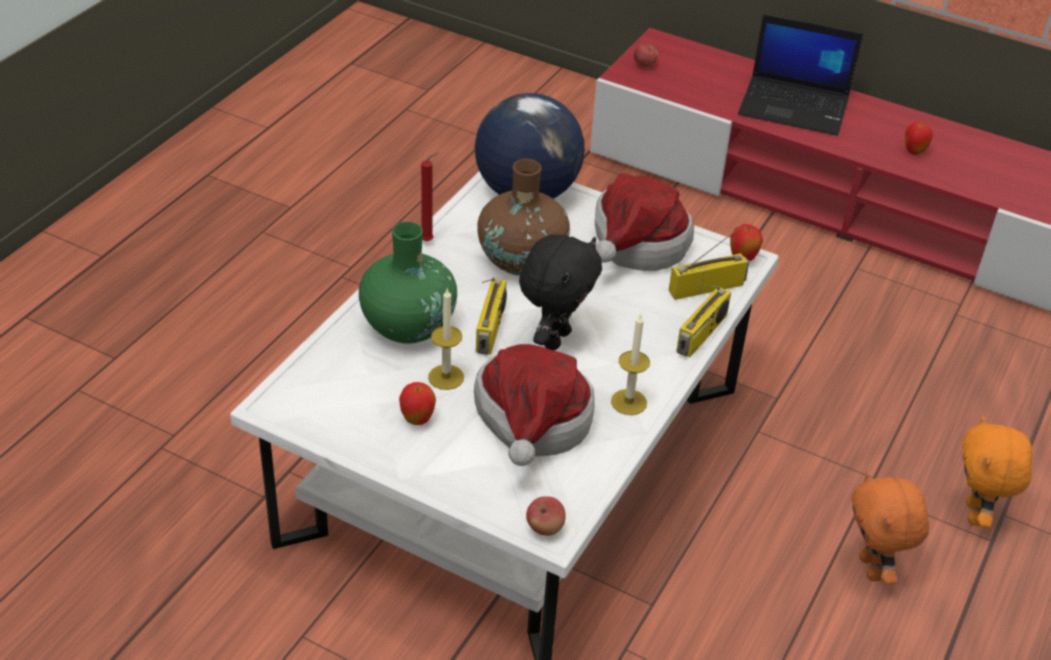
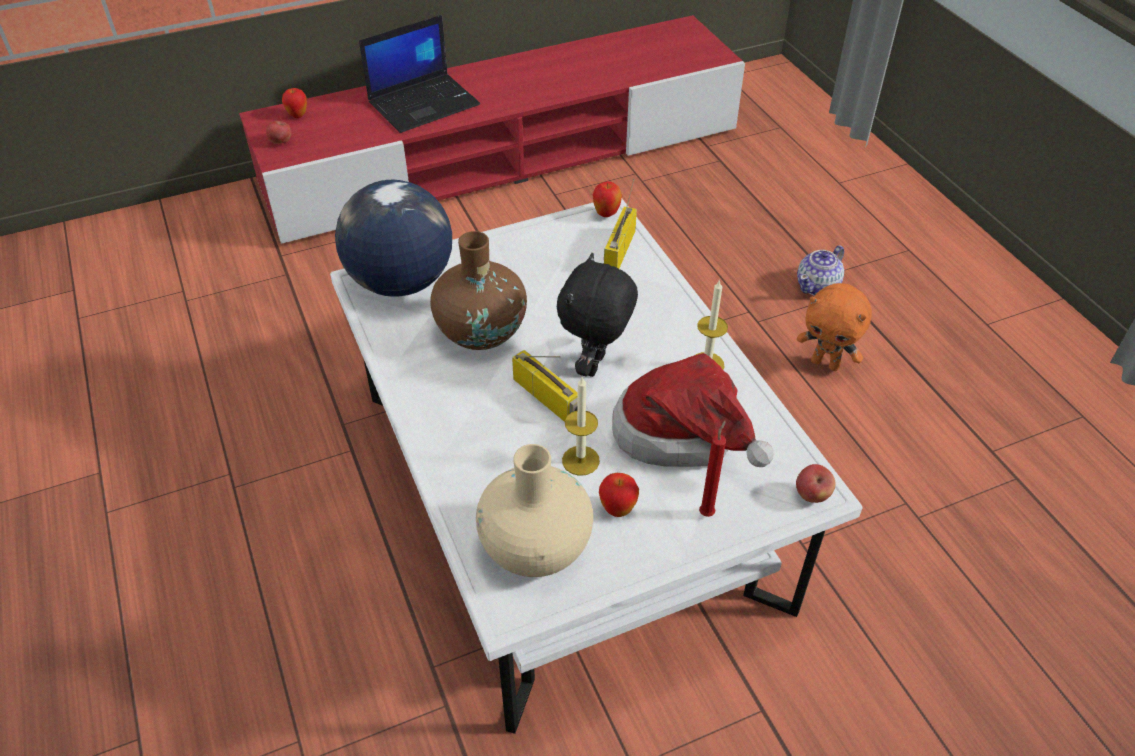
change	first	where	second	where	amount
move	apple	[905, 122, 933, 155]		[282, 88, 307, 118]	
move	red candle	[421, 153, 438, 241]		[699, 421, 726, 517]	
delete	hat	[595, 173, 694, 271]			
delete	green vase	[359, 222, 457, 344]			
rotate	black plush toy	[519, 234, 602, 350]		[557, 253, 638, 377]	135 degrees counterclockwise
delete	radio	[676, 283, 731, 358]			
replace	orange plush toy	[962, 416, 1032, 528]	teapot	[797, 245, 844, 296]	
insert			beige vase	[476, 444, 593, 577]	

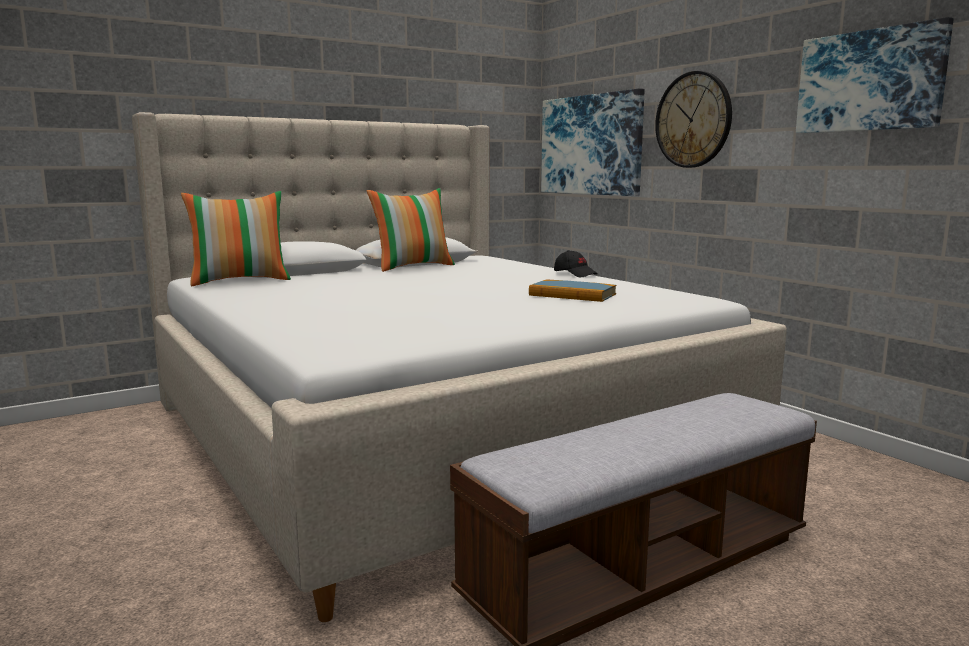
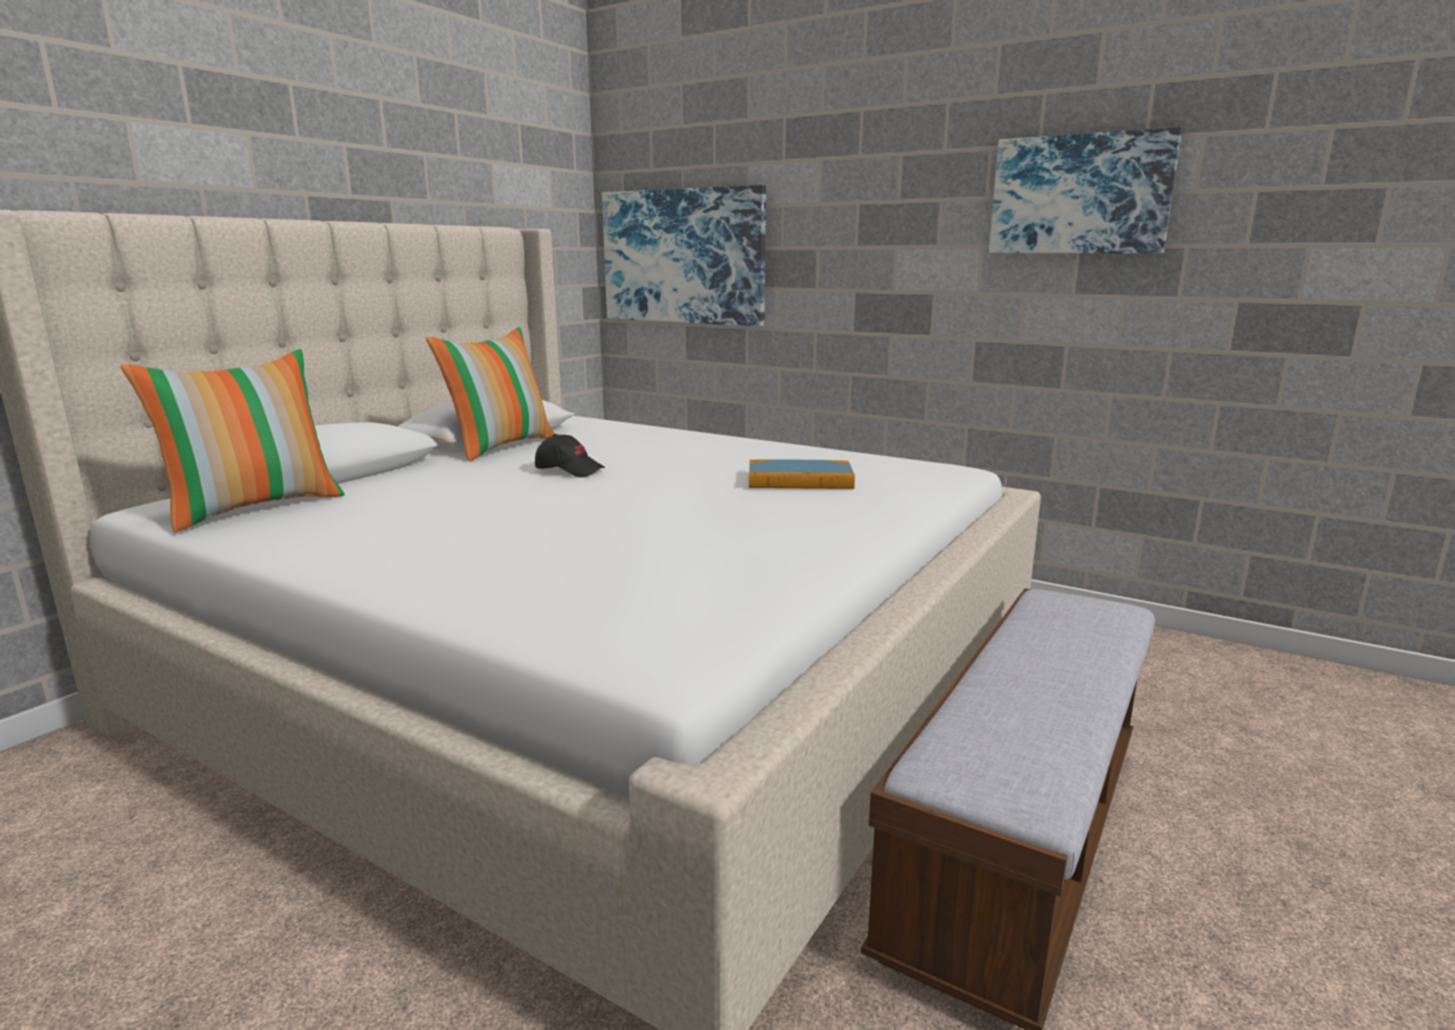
change	first	where	second	where	amount
delete	wall clock	[655, 71, 732, 168]			
move	black cap	[554, 250, 598, 277]		[535, 434, 605, 477]	

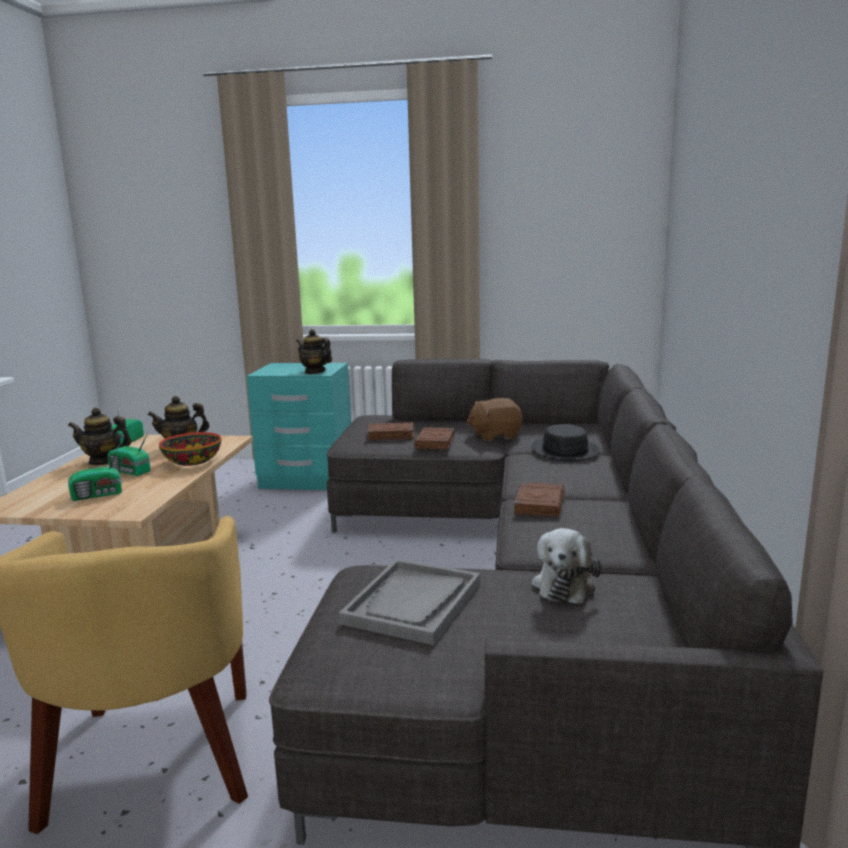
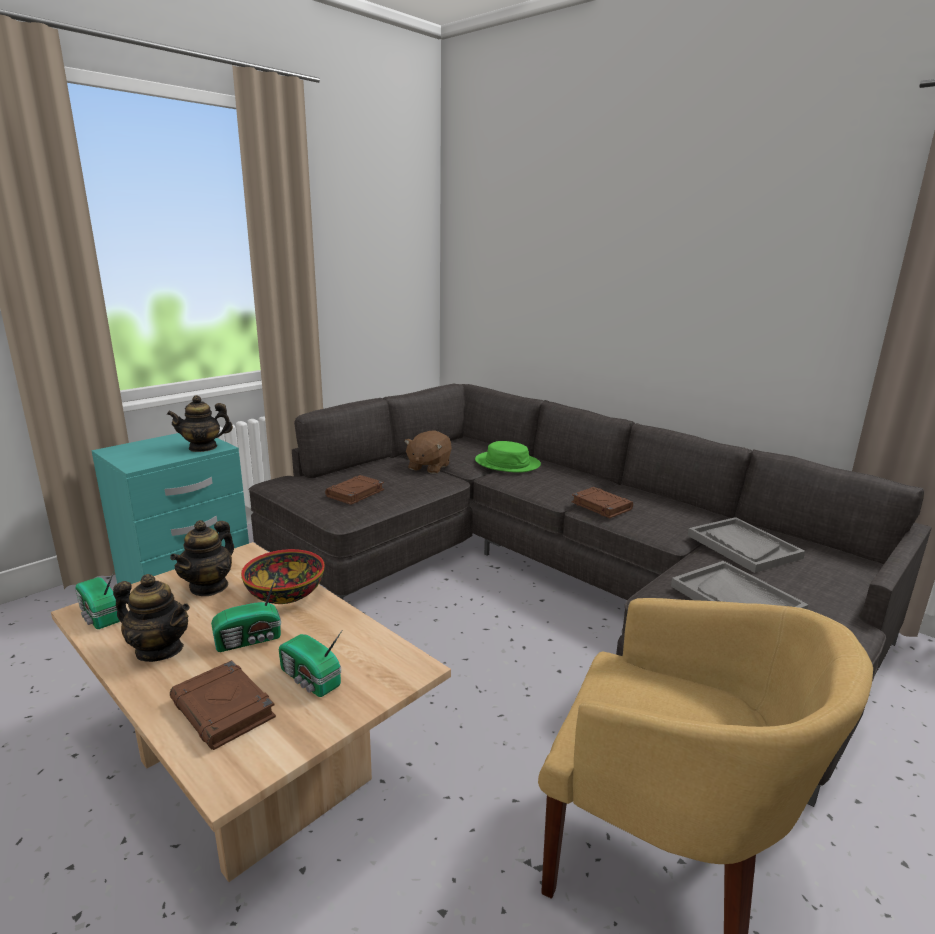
change	first	where	second	where	amount
rotate	teapot	[68, 408, 132, 465]		[113, 574, 190, 662]	105 degrees counterclockwise
recolor	black hat	[532, 424, 600, 461]	green hat	[475, 441, 541, 473]	
move	brown book	[414, 427, 455, 449]		[170, 660, 276, 750]	
rotate	radio	[68, 444, 122, 501]		[279, 631, 342, 697]	120 degrees clockwise
replace	plush toy	[532, 528, 601, 604]	grey tray	[688, 517, 805, 573]	

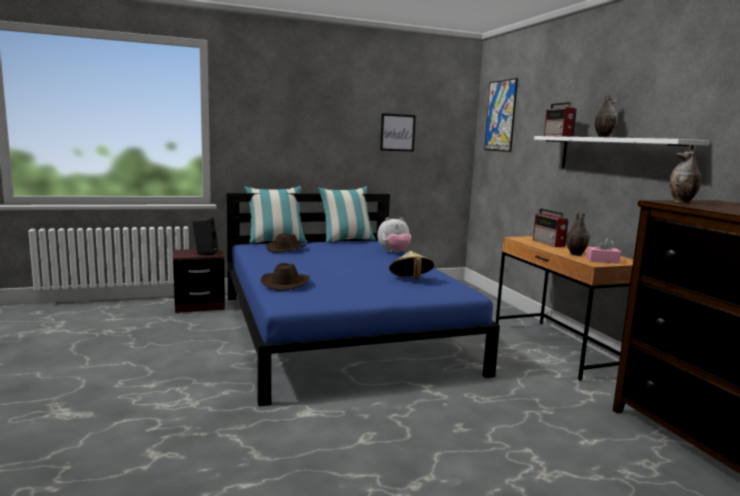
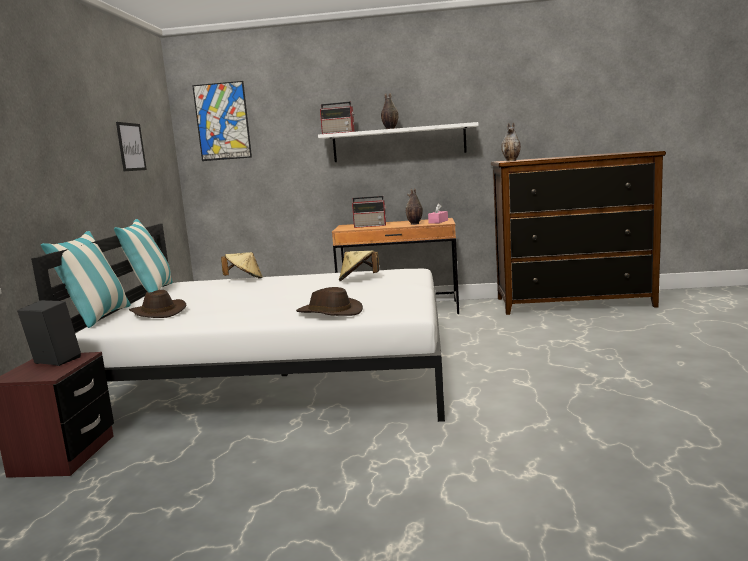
change	first	where	second	where	amount
recolor	blue bed	[226, 193, 500, 406]	white bed	[31, 223, 445, 422]	
replace	plush toy	[377, 217, 411, 252]	beige hat	[221, 252, 263, 279]	

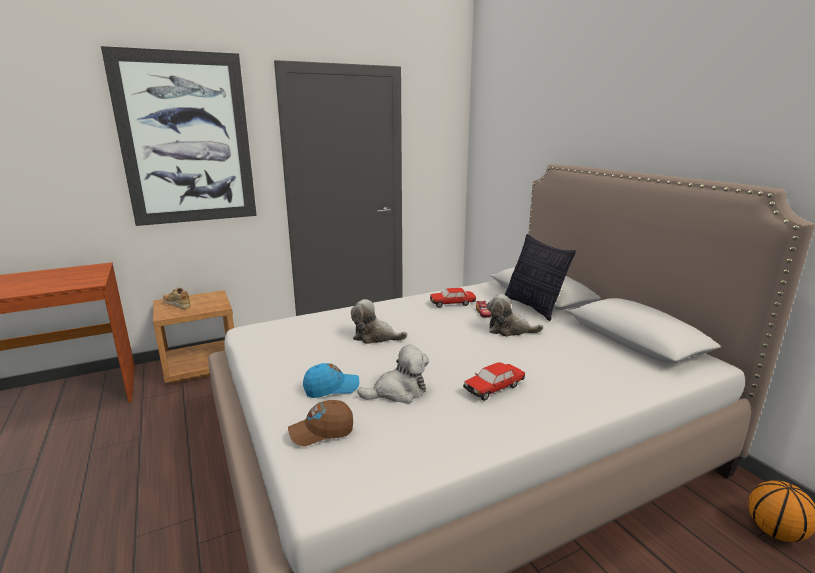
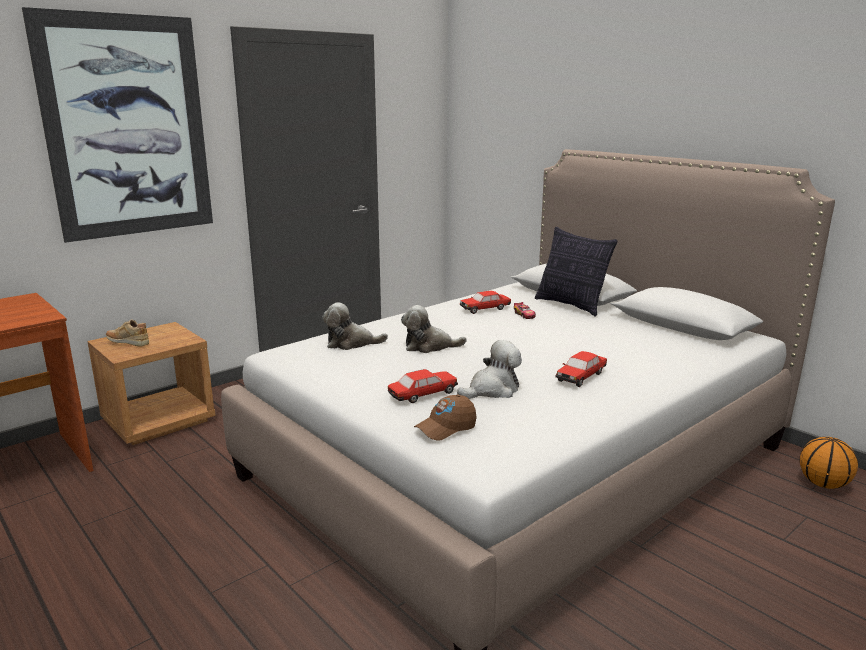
change	first	where	second	where	amount
move	plush toy	[487, 294, 543, 337]		[322, 302, 388, 350]	
replace	blue cap	[303, 363, 359, 398]	toy car	[388, 369, 458, 403]	

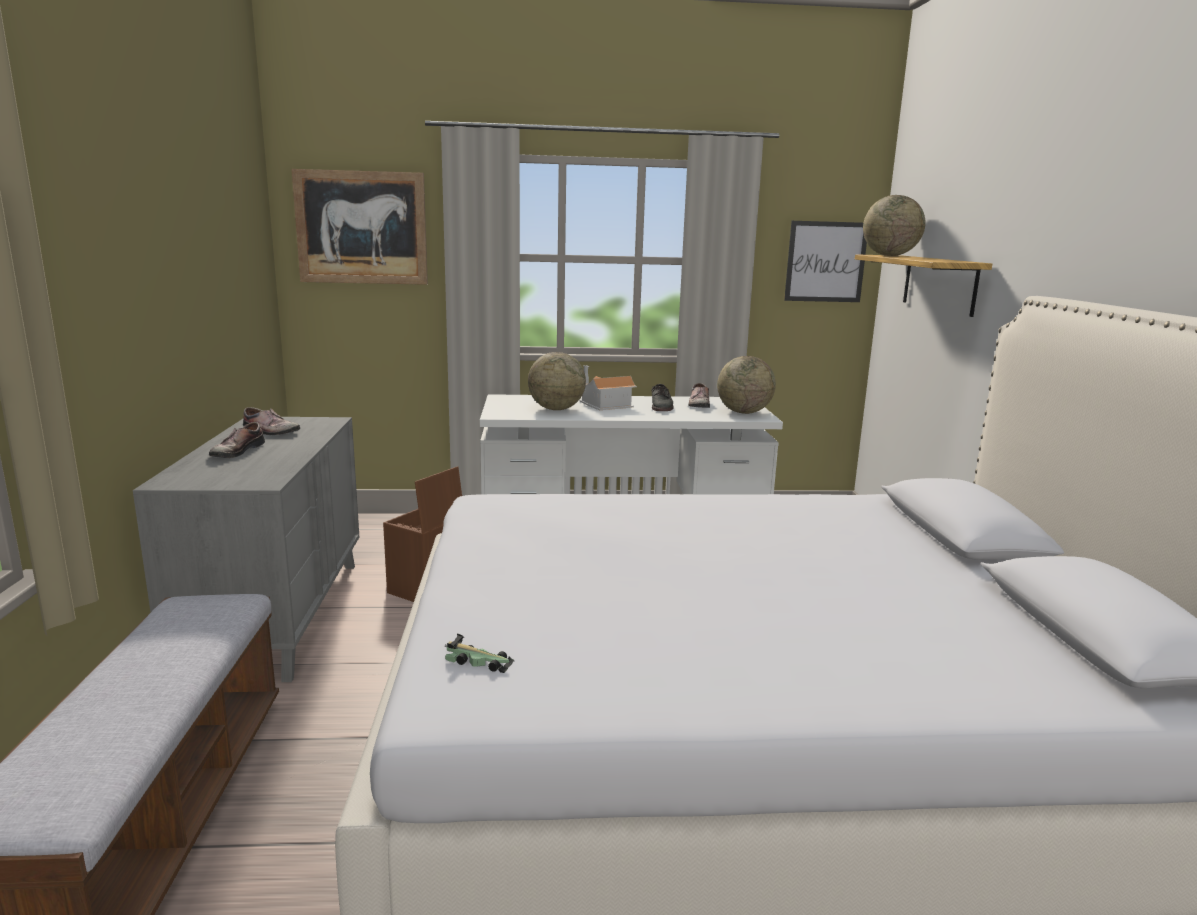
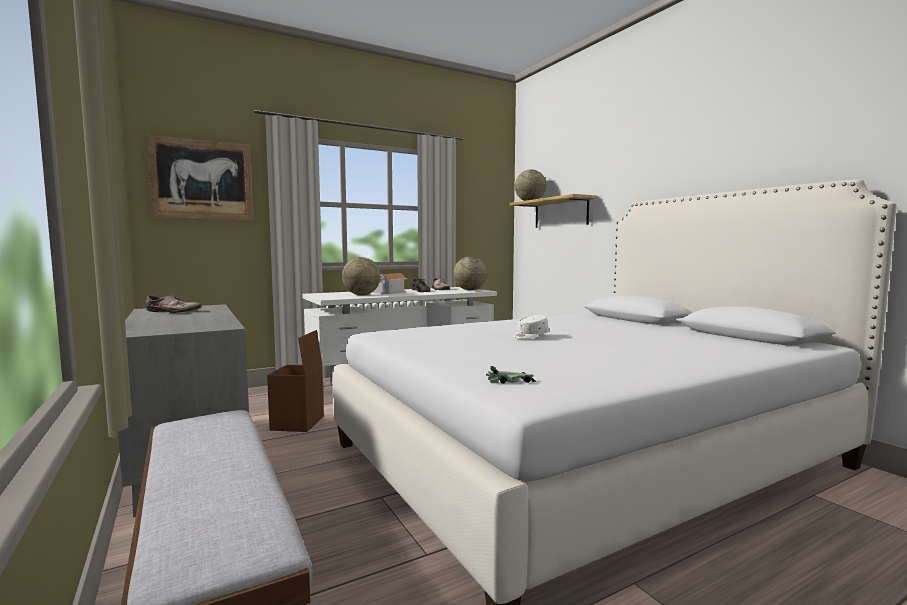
change	first	where	second	where	amount
delete	picture	[784, 221, 867, 302]			
delete	shoe	[209, 422, 265, 458]			
insert			white cap	[514, 315, 549, 339]	

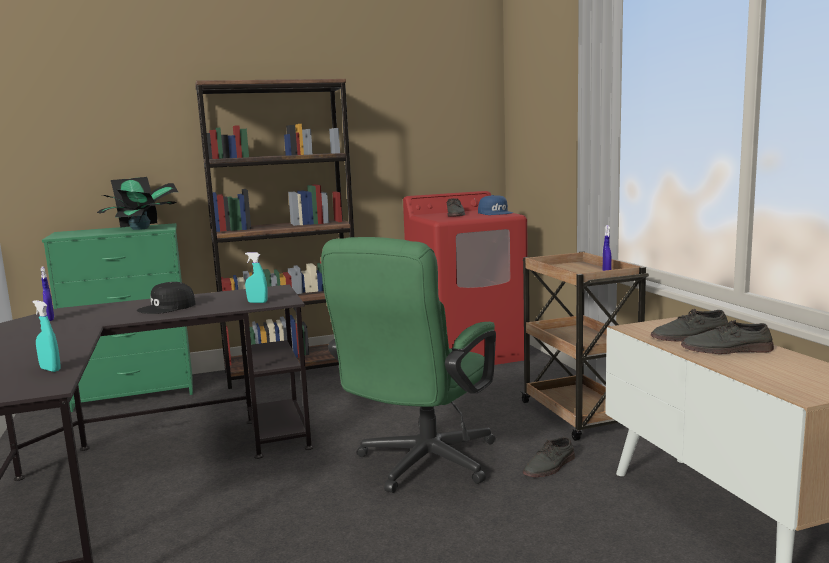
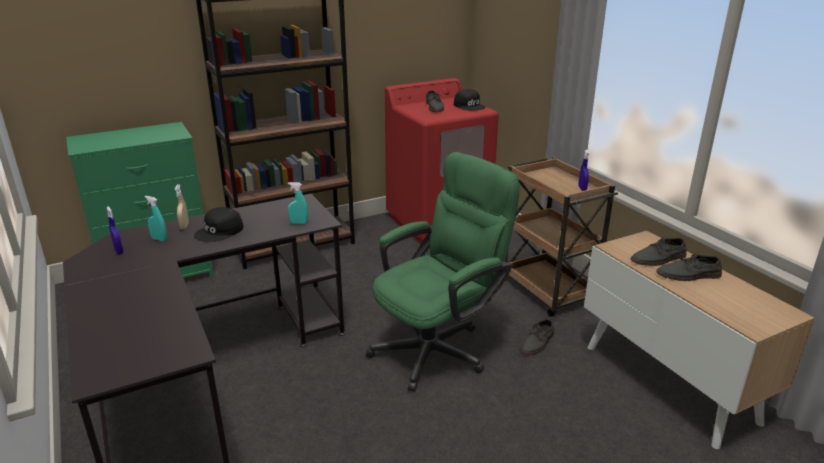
change	first	where	second	where	amount
delete	potted plant	[97, 177, 178, 230]			
recolor	blue cap	[478, 195, 513, 215]	black cap	[454, 89, 486, 111]	
rotate	green office chair	[321, 237, 496, 493]		[366, 152, 520, 391]	150 degrees counterclockwise
move	turquoise spray bottle	[33, 300, 60, 372]		[145, 196, 167, 241]	
insert			beige spray bottle	[175, 184, 189, 229]	

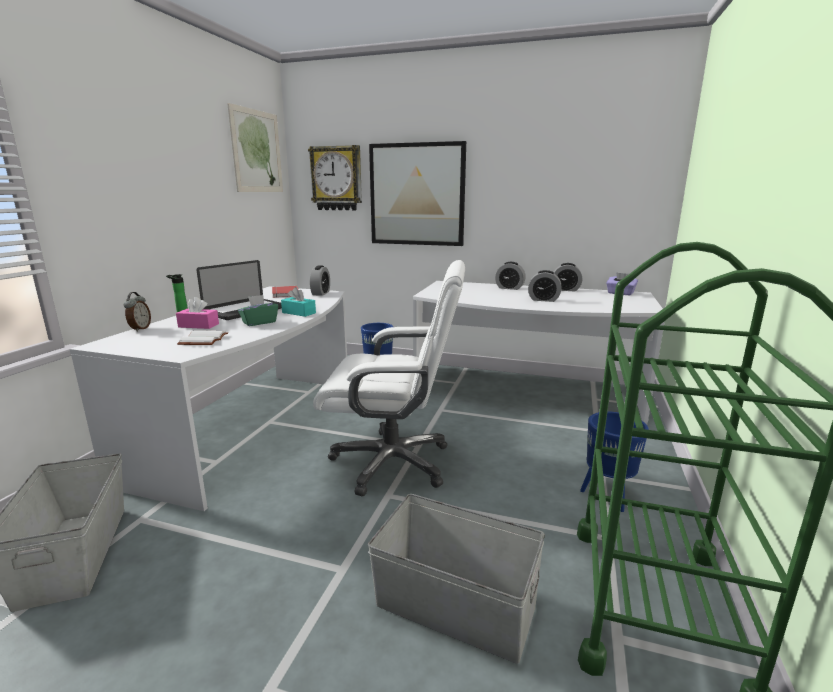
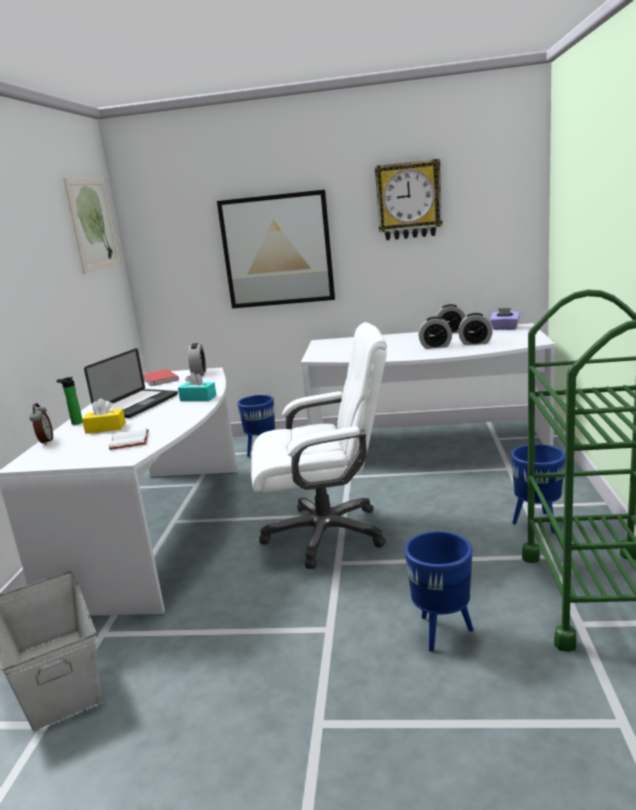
change	first	where	second	where	amount
move	wall clock	[308, 145, 362, 210]		[375, 159, 443, 240]	
move	alarm clock	[495, 262, 526, 290]		[458, 313, 493, 345]	
delete	green tissue box	[238, 295, 278, 326]			
recolor	pink tissue box	[176, 297, 219, 329]	yellow tissue box	[82, 398, 126, 434]	
replace	grey storage box	[368, 494, 545, 663]	blue planter	[404, 531, 473, 652]	

